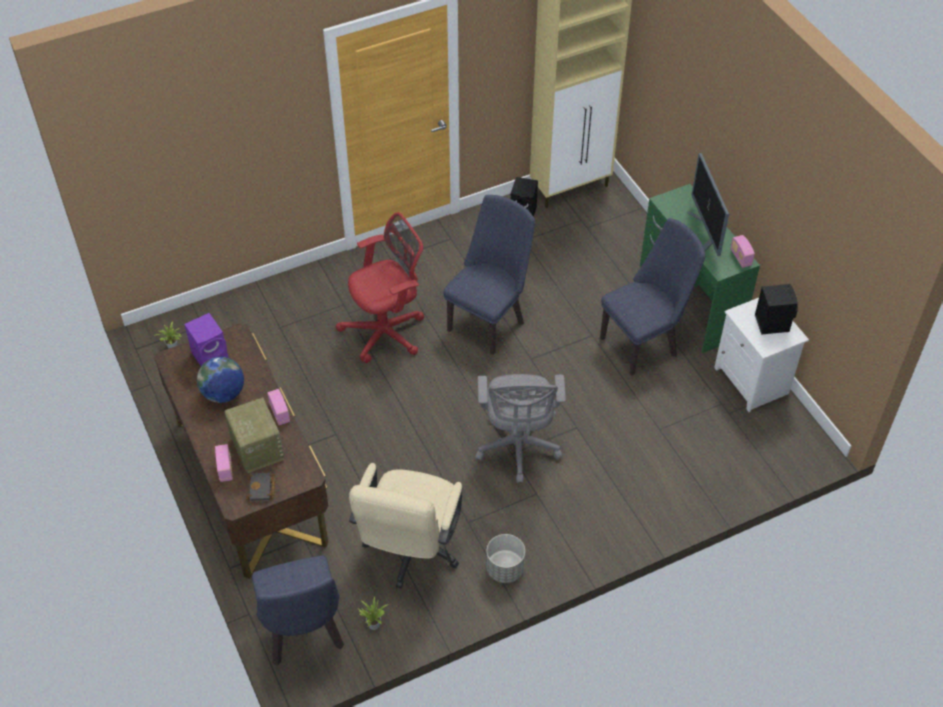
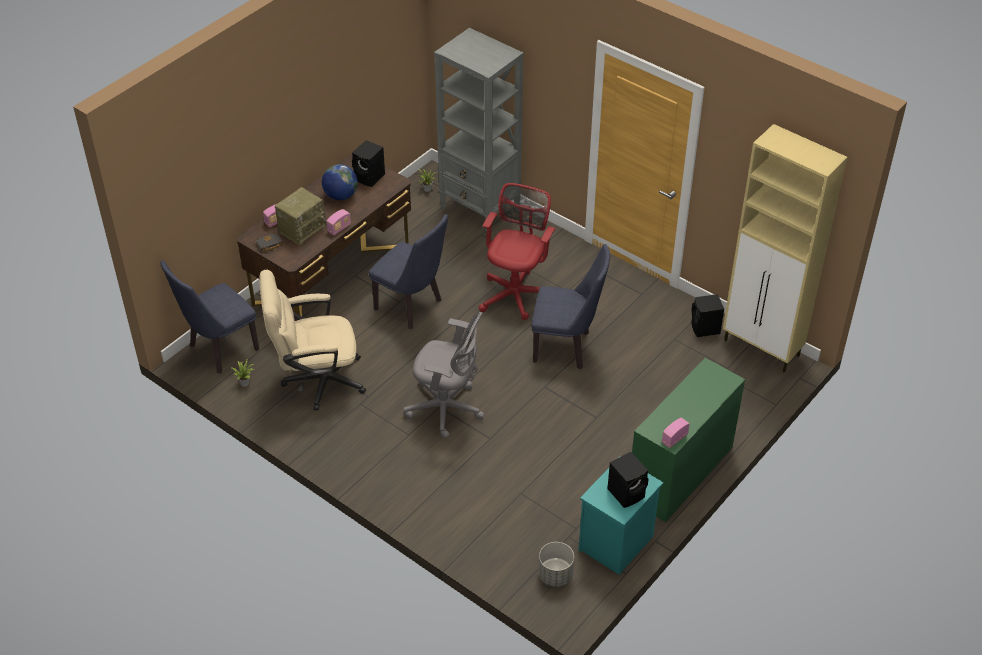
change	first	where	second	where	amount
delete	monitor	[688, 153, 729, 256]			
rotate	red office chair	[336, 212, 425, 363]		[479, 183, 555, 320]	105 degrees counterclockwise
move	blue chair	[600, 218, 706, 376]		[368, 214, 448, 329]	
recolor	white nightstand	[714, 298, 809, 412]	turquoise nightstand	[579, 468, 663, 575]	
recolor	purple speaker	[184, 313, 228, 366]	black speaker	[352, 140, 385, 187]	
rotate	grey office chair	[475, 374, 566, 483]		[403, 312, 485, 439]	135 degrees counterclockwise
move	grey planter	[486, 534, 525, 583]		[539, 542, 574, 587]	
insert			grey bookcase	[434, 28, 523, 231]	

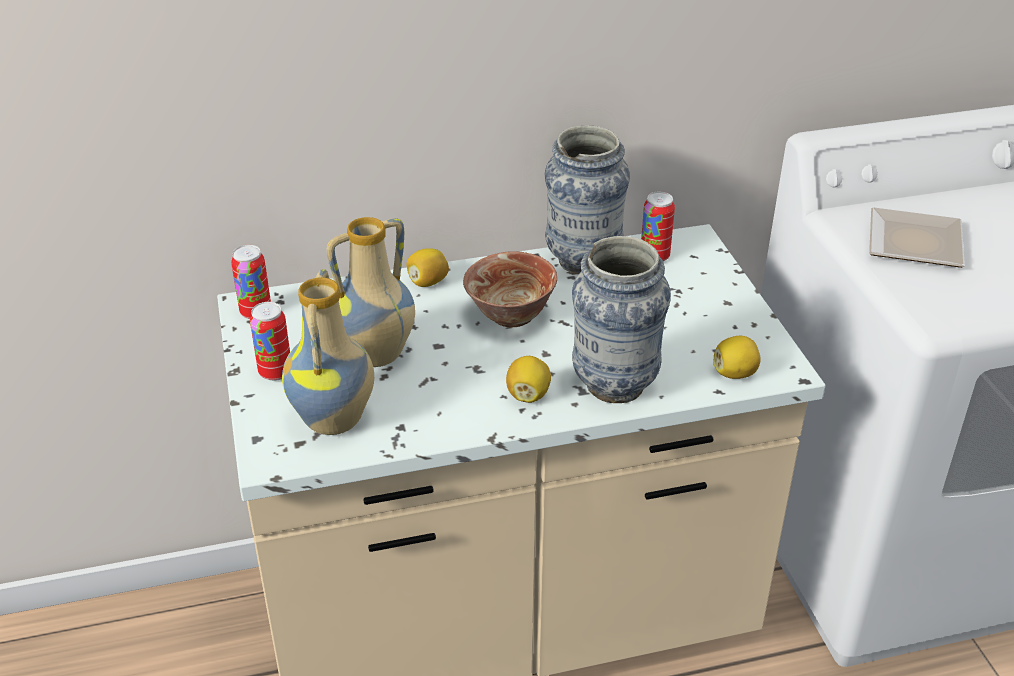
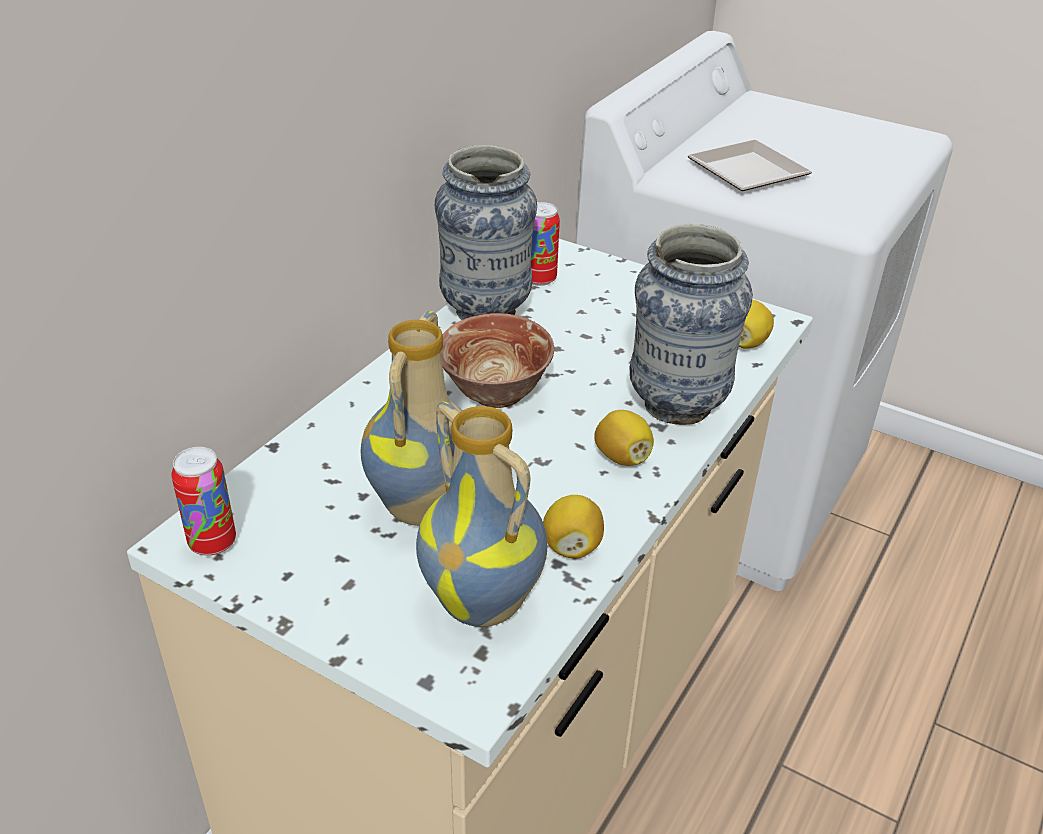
change	first	where	second	where	amount
move	lemon	[406, 248, 449, 287]		[543, 495, 604, 558]	
delete	can	[250, 302, 290, 381]			

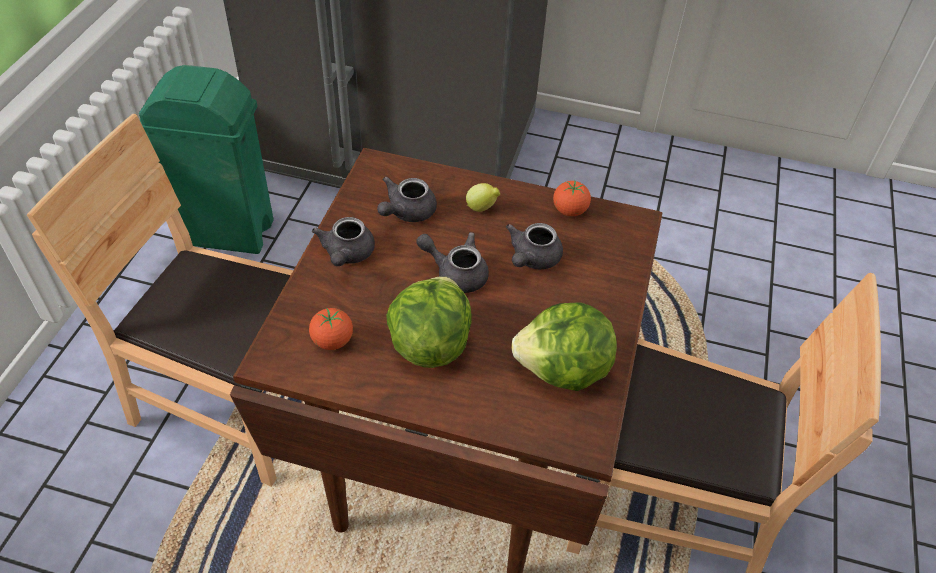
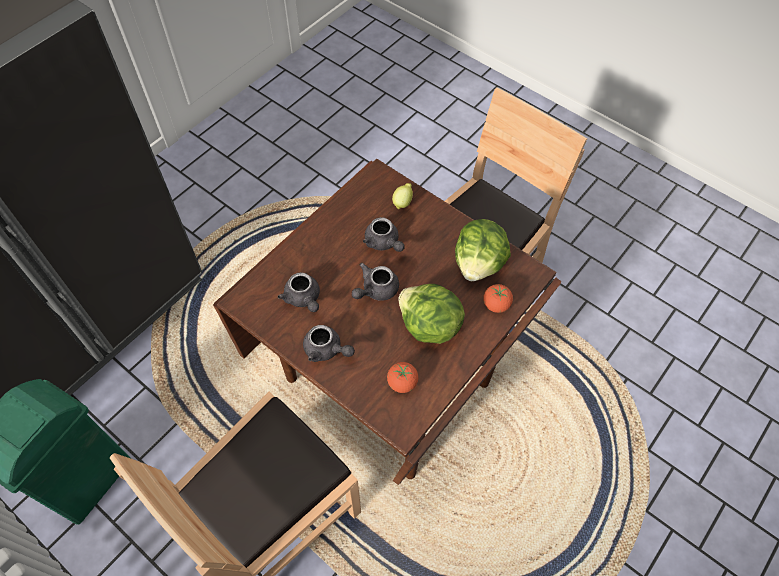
change	first	where	second	where	amount
move	tomato	[553, 180, 591, 216]		[483, 284, 513, 313]	
move	lemon	[466, 183, 500, 212]		[392, 183, 413, 209]	

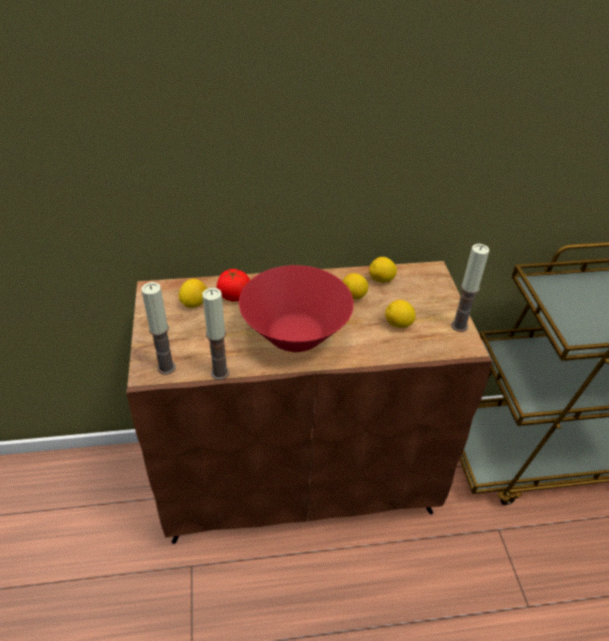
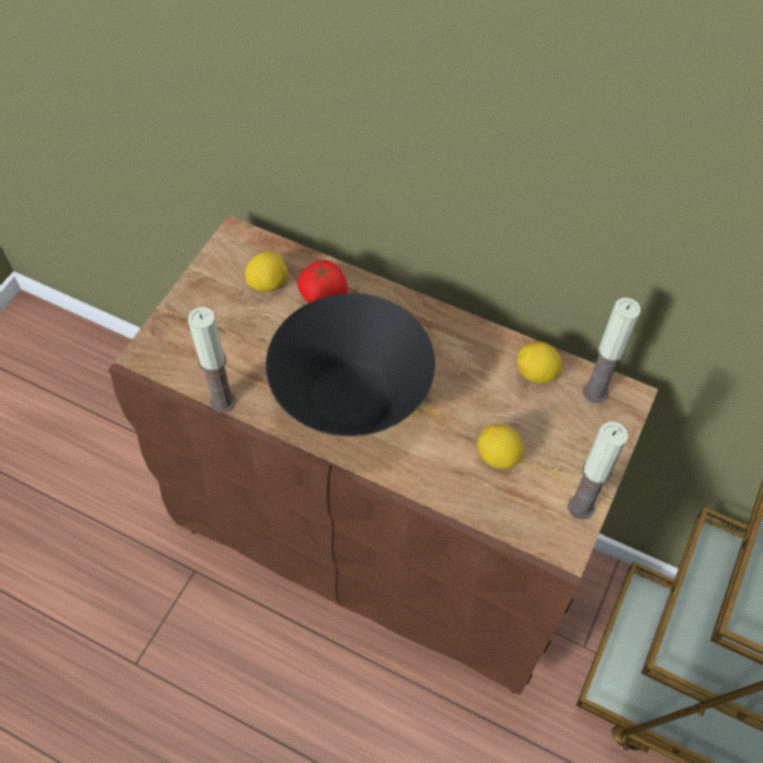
change	first	where	second	where	amount
recolor	red bowl	[239, 265, 354, 352]	black bowl	[266, 293, 435, 436]	
delete	lemon	[343, 273, 368, 300]			
move	candle	[141, 282, 176, 374]		[583, 298, 641, 403]	

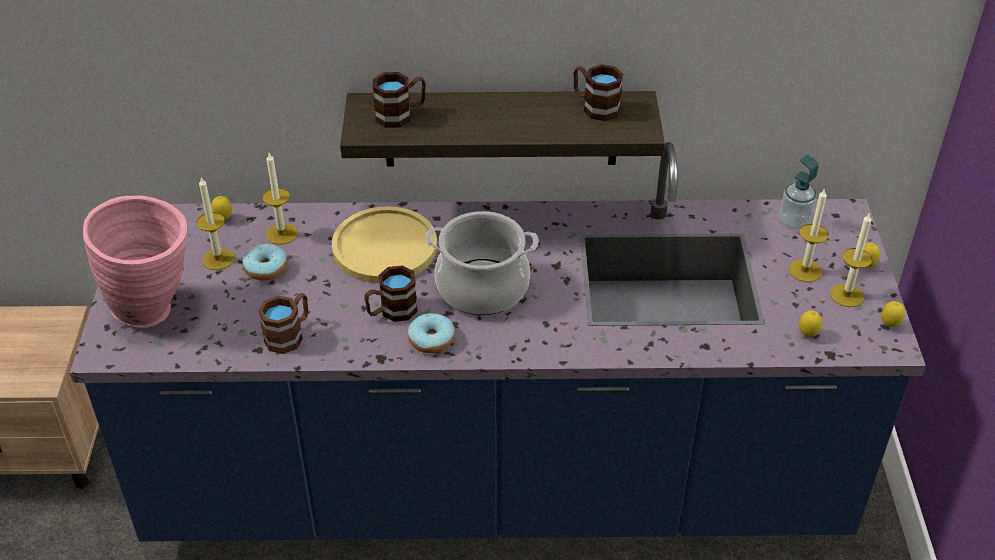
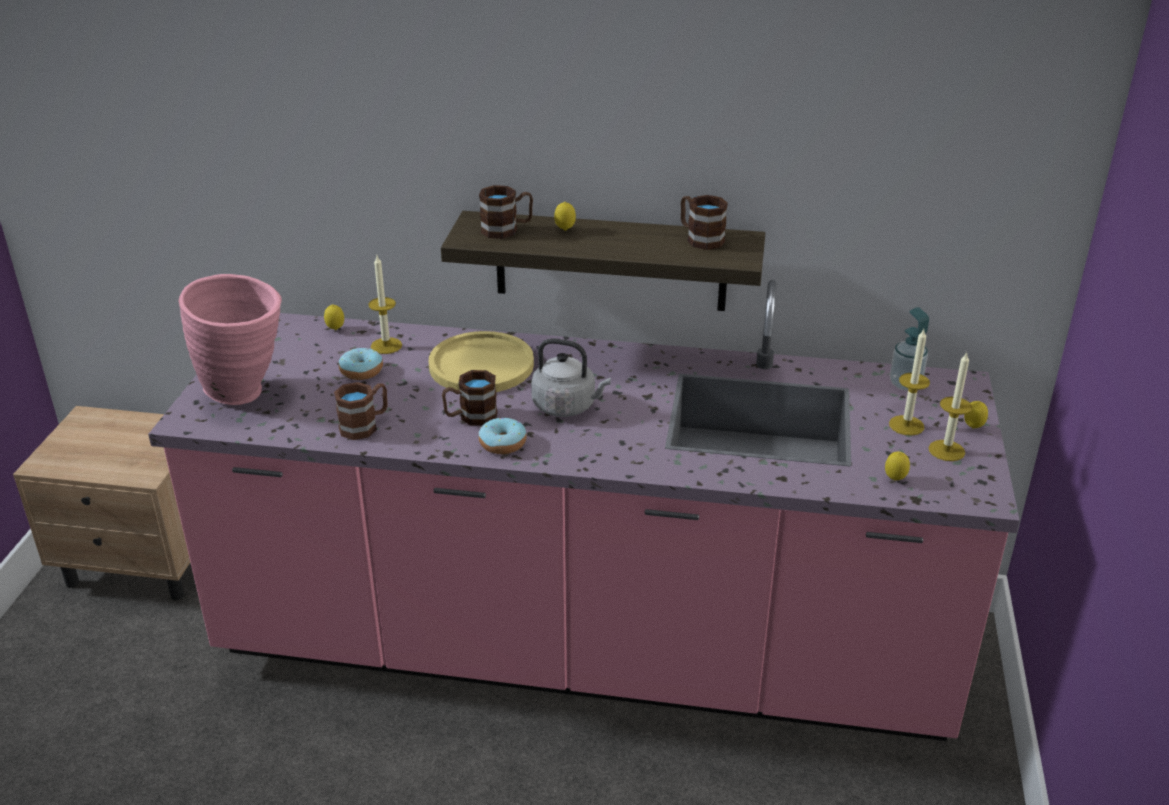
change	first	where	second	where	amount
recolor	blue counter	[70, 142, 926, 542]	pink counter	[148, 280, 1020, 741]	
delete	candle	[196, 177, 235, 270]			
replace	cooking pot	[426, 211, 539, 315]	grey kettle	[531, 338, 611, 417]	
move	lemon	[881, 301, 905, 327]		[554, 202, 576, 231]	

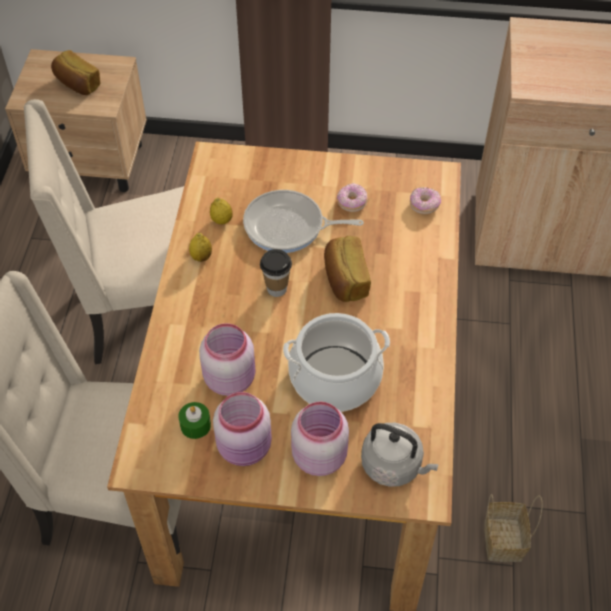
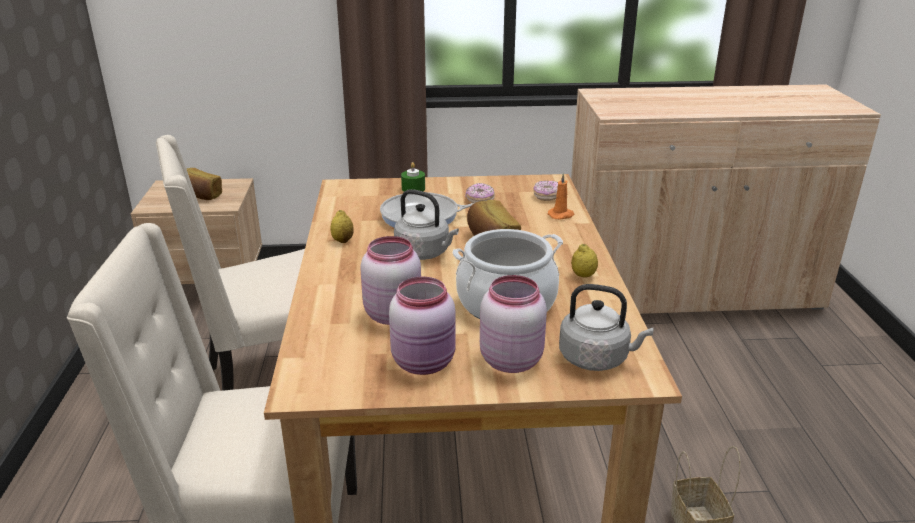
change	first	where	second	where	amount
move	lemon	[210, 198, 233, 224]		[571, 244, 598, 278]	
replace	cup	[260, 249, 292, 297]	grey kettle	[394, 189, 459, 260]	
move	green candle	[178, 402, 211, 439]		[401, 162, 425, 192]	
insert			orange candle	[548, 173, 574, 219]	

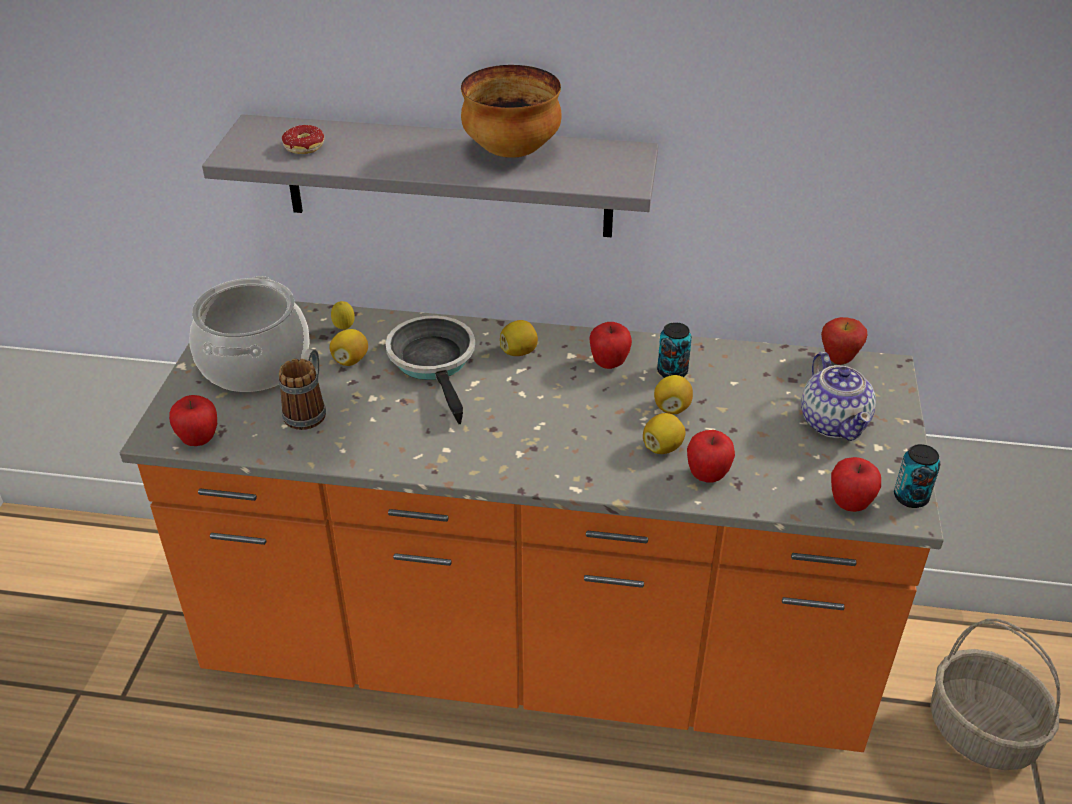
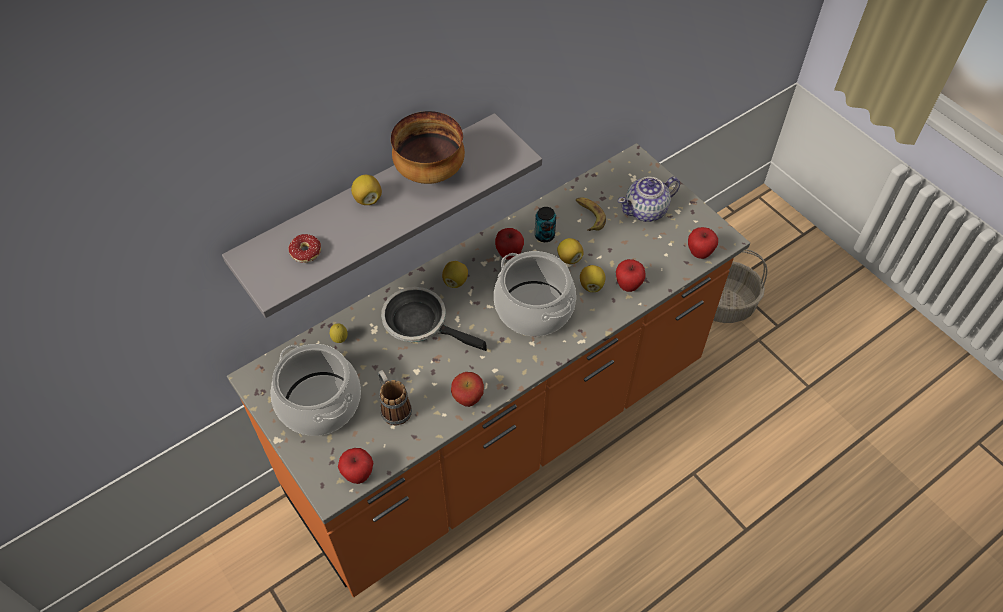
change	first	where	second	where	amount
move	apple	[821, 317, 867, 365]		[451, 372, 484, 407]	
move	lemon	[329, 329, 368, 366]		[351, 175, 382, 205]	
rotate	teapot	[801, 352, 876, 441]		[618, 177, 680, 222]	120 degrees clockwise
delete	can	[894, 444, 940, 508]			
insert			banana	[576, 197, 606, 231]	
insert			cooking pot	[494, 251, 576, 336]	

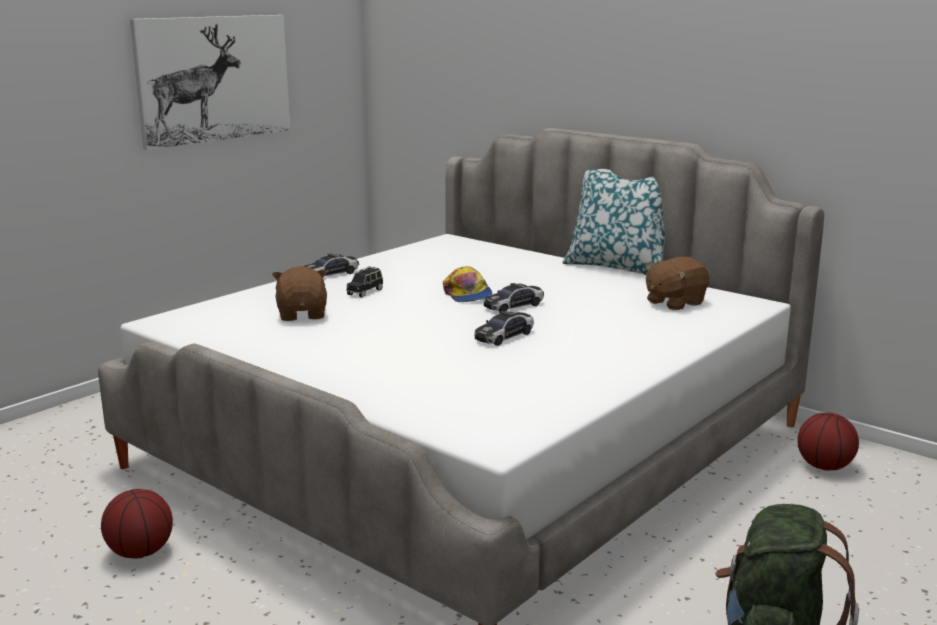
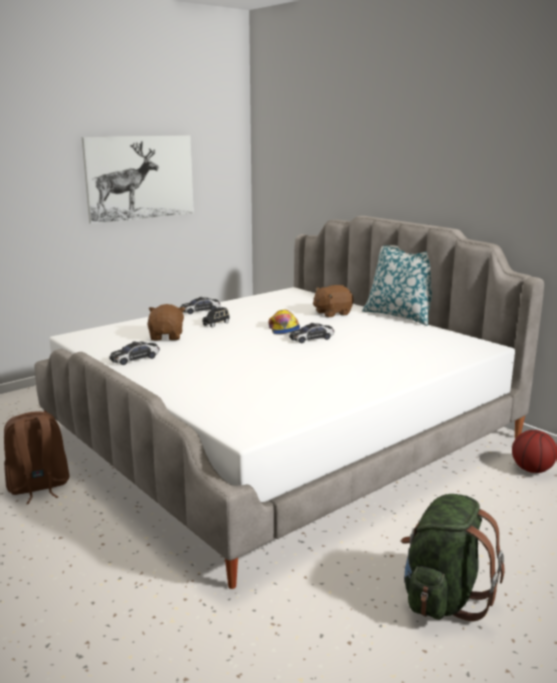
change	first	where	second	where	amount
move	brown plush toy	[646, 257, 709, 310]		[313, 285, 353, 318]	
move	toy car	[474, 311, 534, 346]		[109, 341, 160, 365]	
replace	basketball	[101, 489, 173, 559]	brown backpack	[4, 411, 69, 504]	

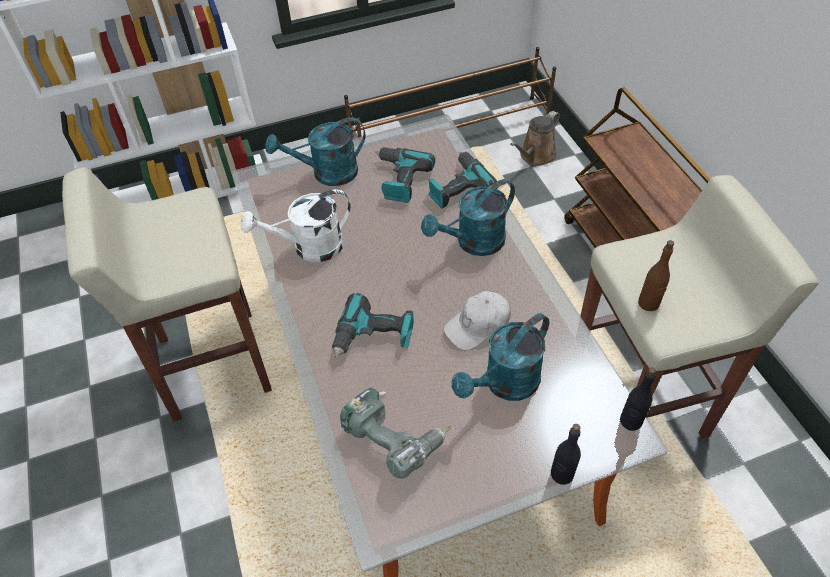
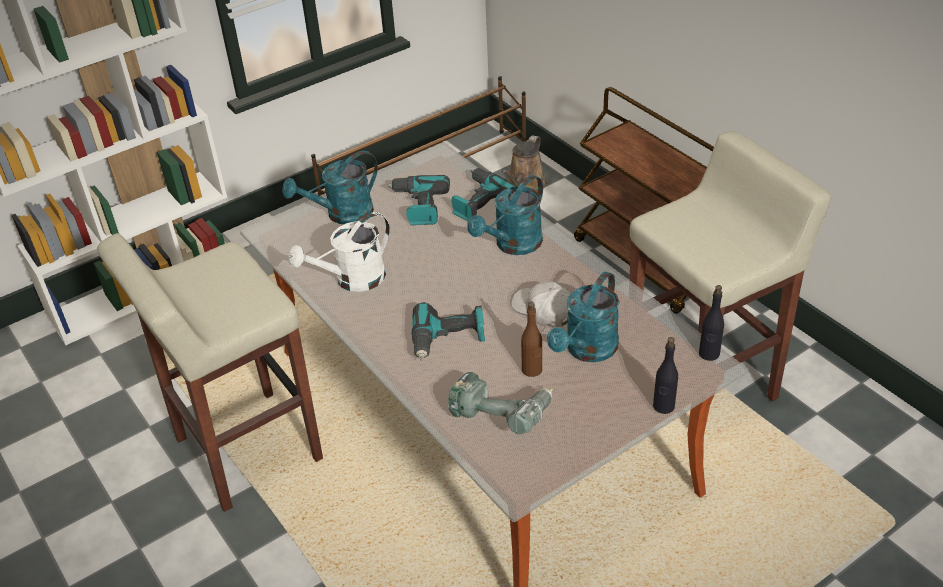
change	first	where	second	where	amount
move	brown bottle	[638, 240, 674, 311]		[521, 302, 542, 377]	
rotate	white cap	[444, 291, 511, 350]		[511, 282, 571, 327]	90 degrees clockwise

